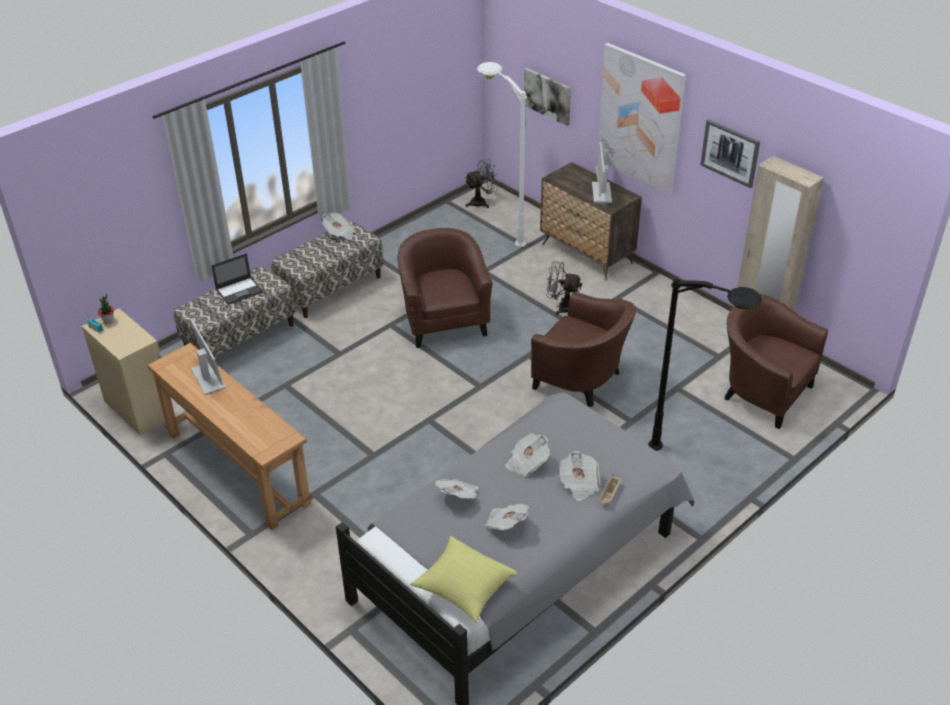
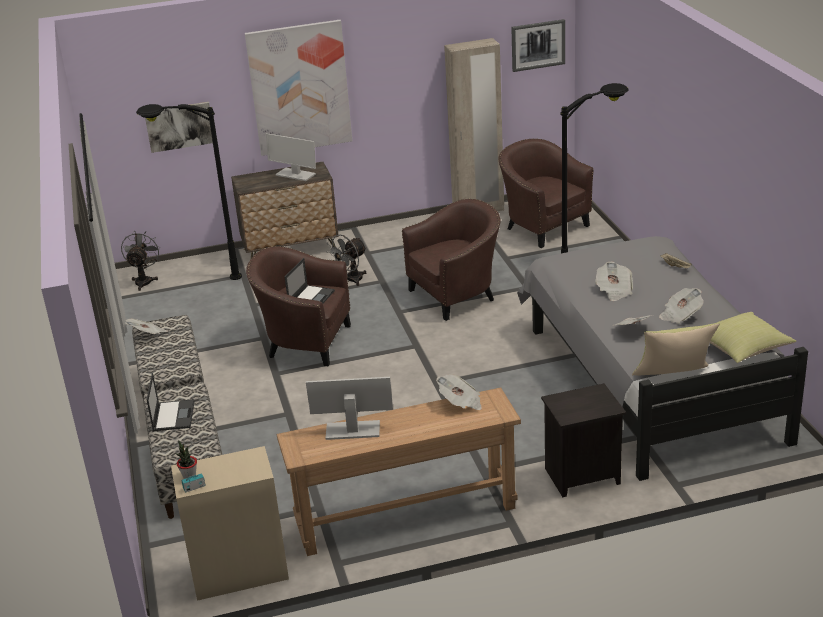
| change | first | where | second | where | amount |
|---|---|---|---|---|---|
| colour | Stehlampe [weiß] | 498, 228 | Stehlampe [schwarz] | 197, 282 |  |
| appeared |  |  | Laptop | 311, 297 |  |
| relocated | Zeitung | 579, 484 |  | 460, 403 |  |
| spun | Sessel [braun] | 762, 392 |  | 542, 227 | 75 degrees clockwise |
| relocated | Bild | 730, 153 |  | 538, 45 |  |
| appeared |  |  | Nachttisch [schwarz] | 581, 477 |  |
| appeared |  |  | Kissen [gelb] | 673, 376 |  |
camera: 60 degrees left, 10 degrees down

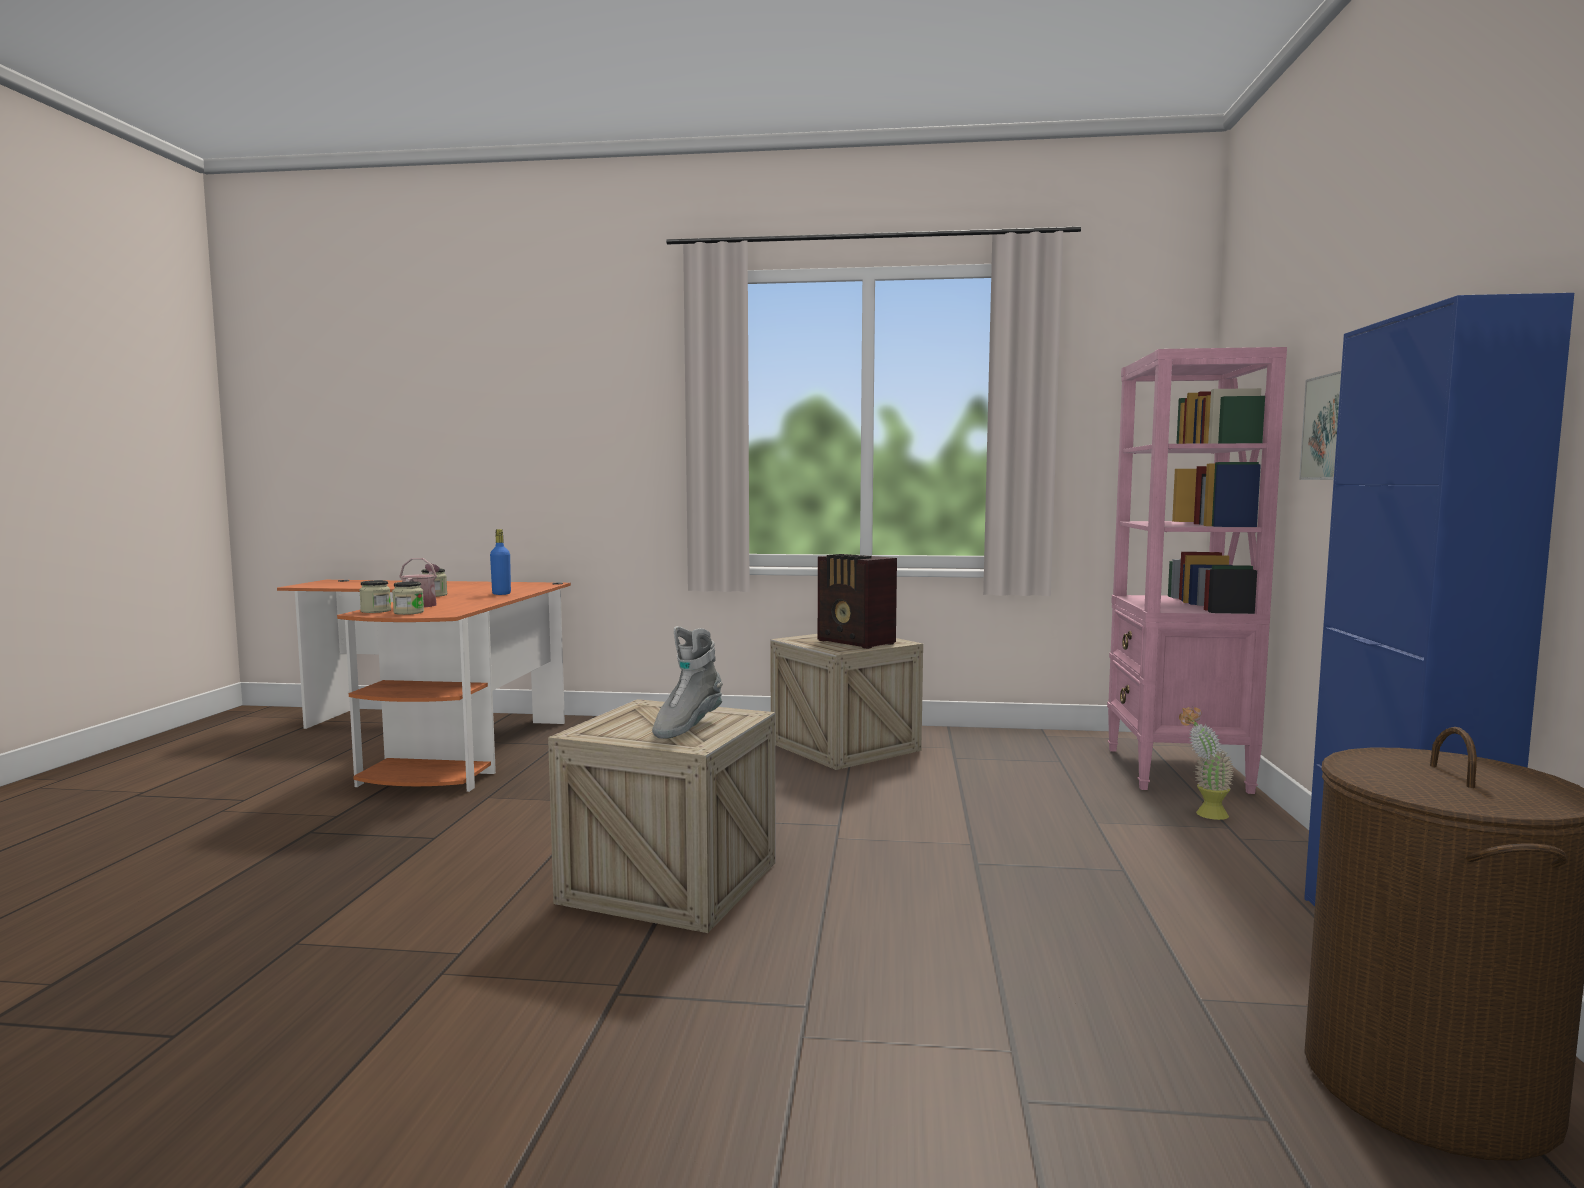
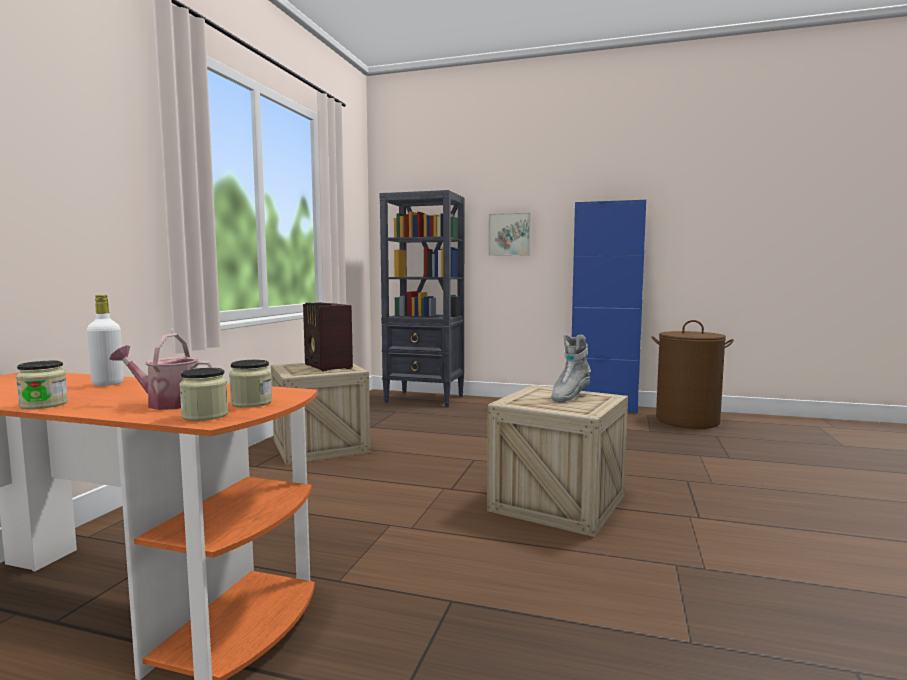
| change | first | where | second | where | amount |
|---|---|---|---|---|---|
| colour | Flasche [blau] | 501, 594 | Flasche [weiß] | 108, 384 |  |
| spun | Radio | 856, 642 |  | 327, 366 | 90 degrees clockwise |
| colour | Bücherregal [rosa] | 1176, 770 | Bücherregal [schwarz] | 425, 399 |  |
| spun | Stiefel [grau] | 686, 727 |  | 569, 397 | 90 degrees clockwise |
| missing | Topfpflanze | 1203, 813 |  |  |  |
camera: 80 degrees left, 0 degrees up

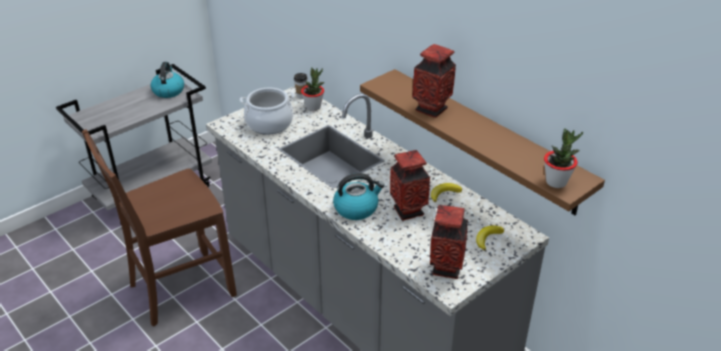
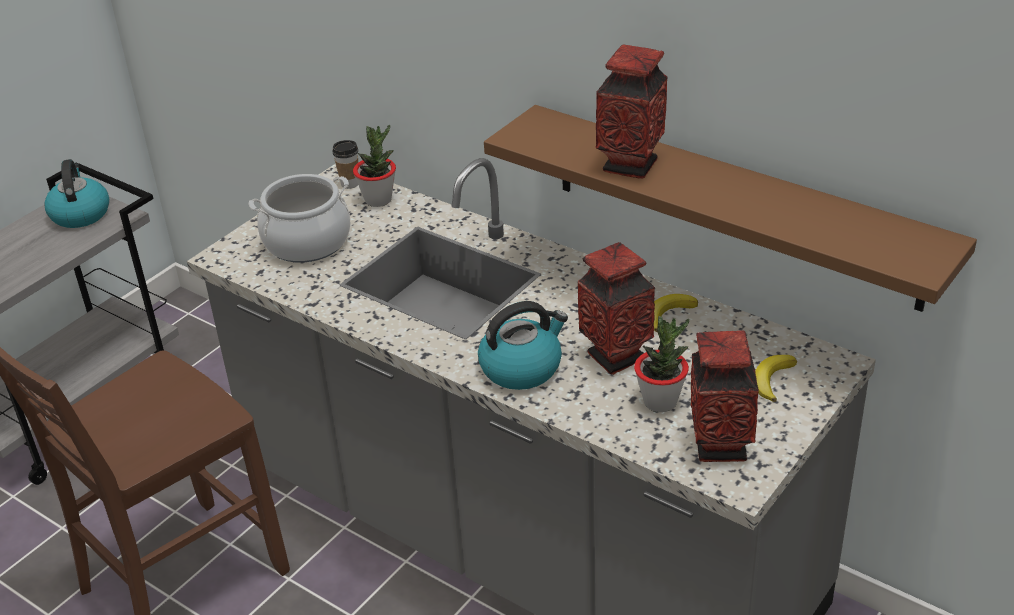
| change | first | where | second | where | amount |
|---|---|---|---|---|---|
| relocated | Topfpflanze | 556, 182 |  | 660, 401 |  |
camera: 10 degrees left, 0 degrees up

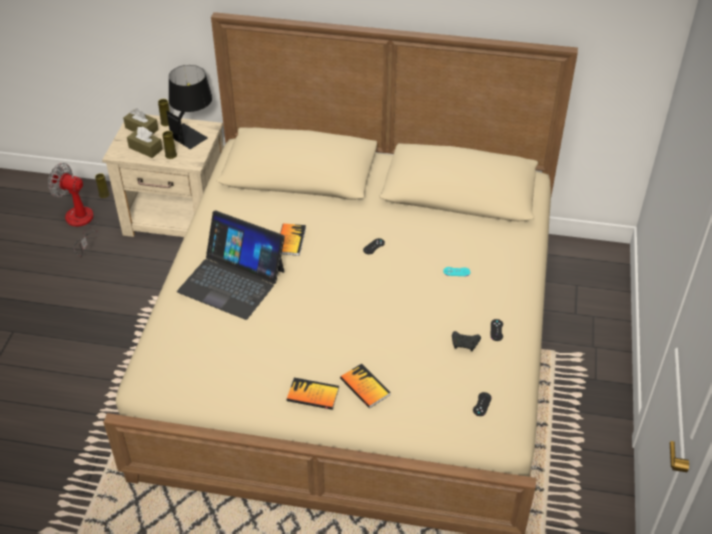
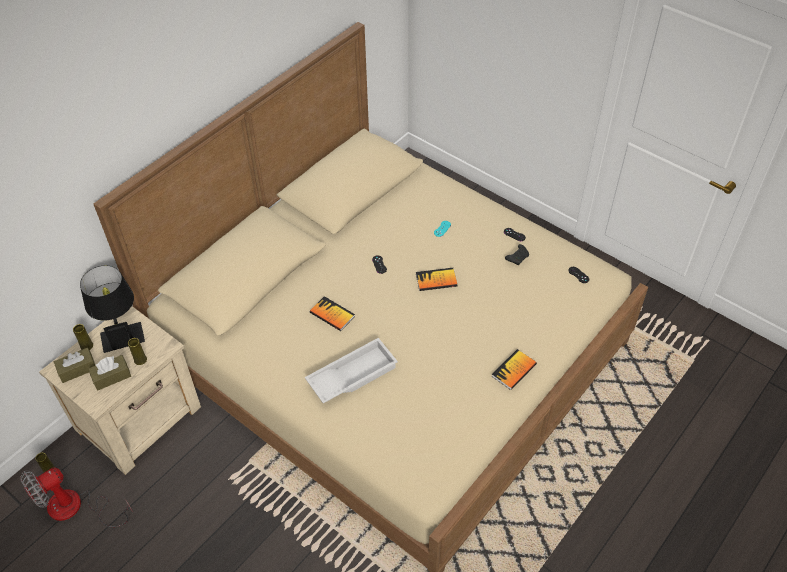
| change | first | where | second | where | amount |
|---|---|---|---|---|---|
| exchanged | Laptop | 232, 281 | Tablett [weiß] | 352, 374 |  |
| relocated | Buch | 365, 387 |  | 436, 280 |  |
camera: 60 degrees left, 5 degrees up

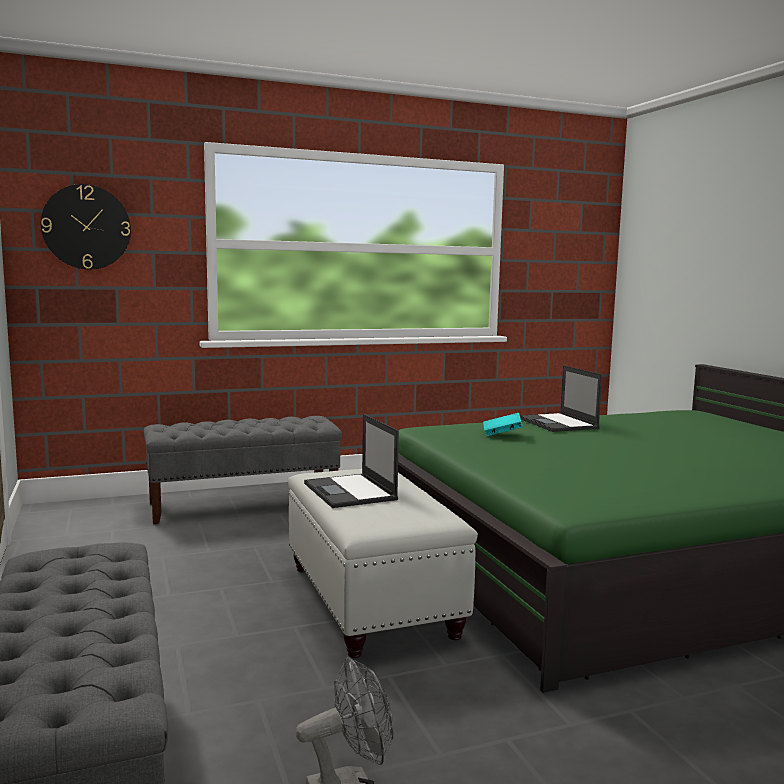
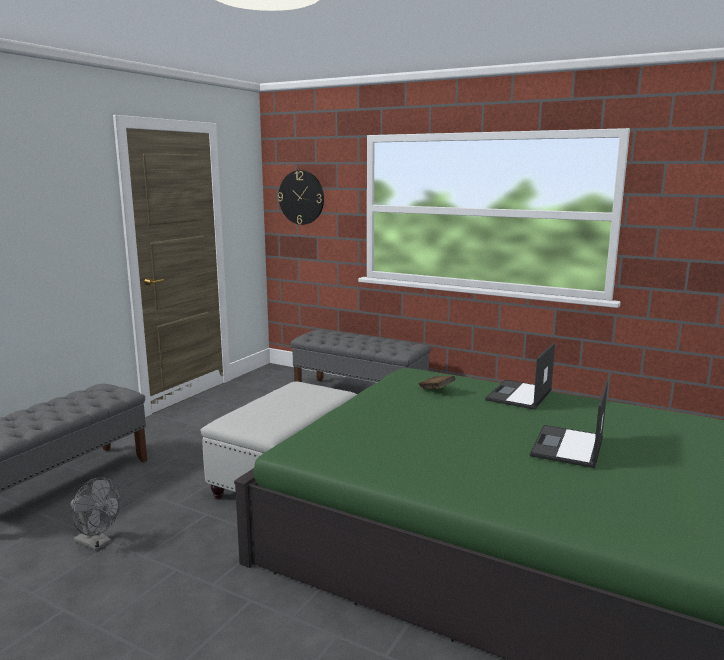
| change | first | where | second | where | amount |
|---|---|---|---|---|---|
| colour | Buch [türkis] | 502, 434 | Buch [braun] | 436, 390 |  |
| relocated | Laptop | 350, 492 |  | 567, 447 |  |
camera: 50 degrees right, 5 degrees up

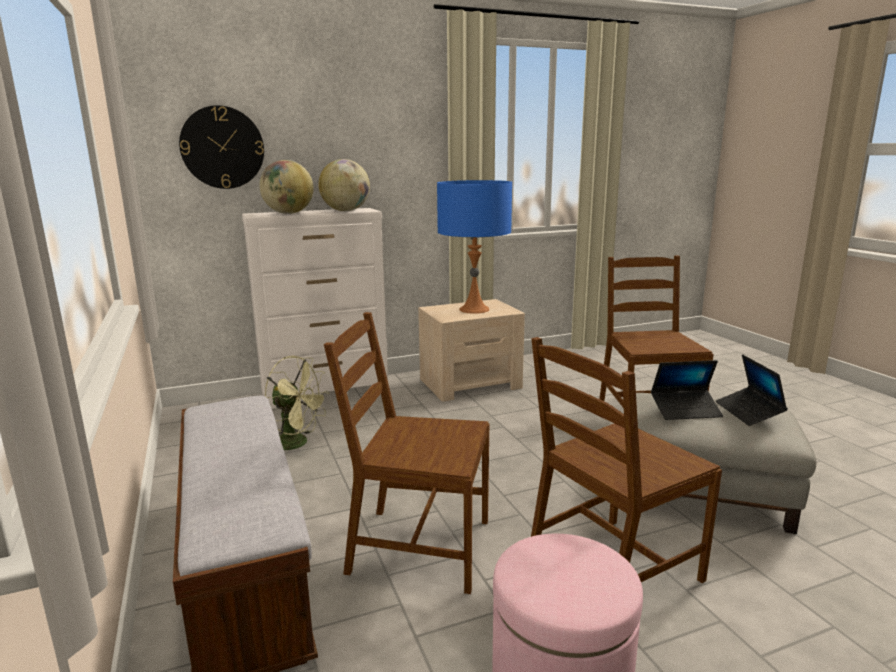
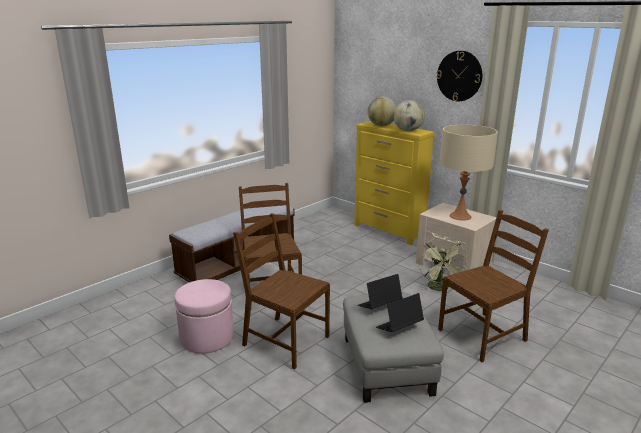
| change | first | where | second | where | amount |
|---|---|---|---|---|---|
| colour | Kommode [weiß] | 326, 392 | Kommode [gelb] | 389, 231 |  |
| spun | Laptop | 685, 410 |  | 379, 306 | 90 degrees clockwise |
| relocated | Ventilator [grün] | 297, 443 |  | 440, 288 |  |
| relocated | Wanduhr | 222, 147 |  | 459, 76 |  |
| colour | Tischlampe [blau] | 474, 309 | Tischlampe [beige] | 460, 216 |  |
camera: 65 degrees right, 5 degrees up

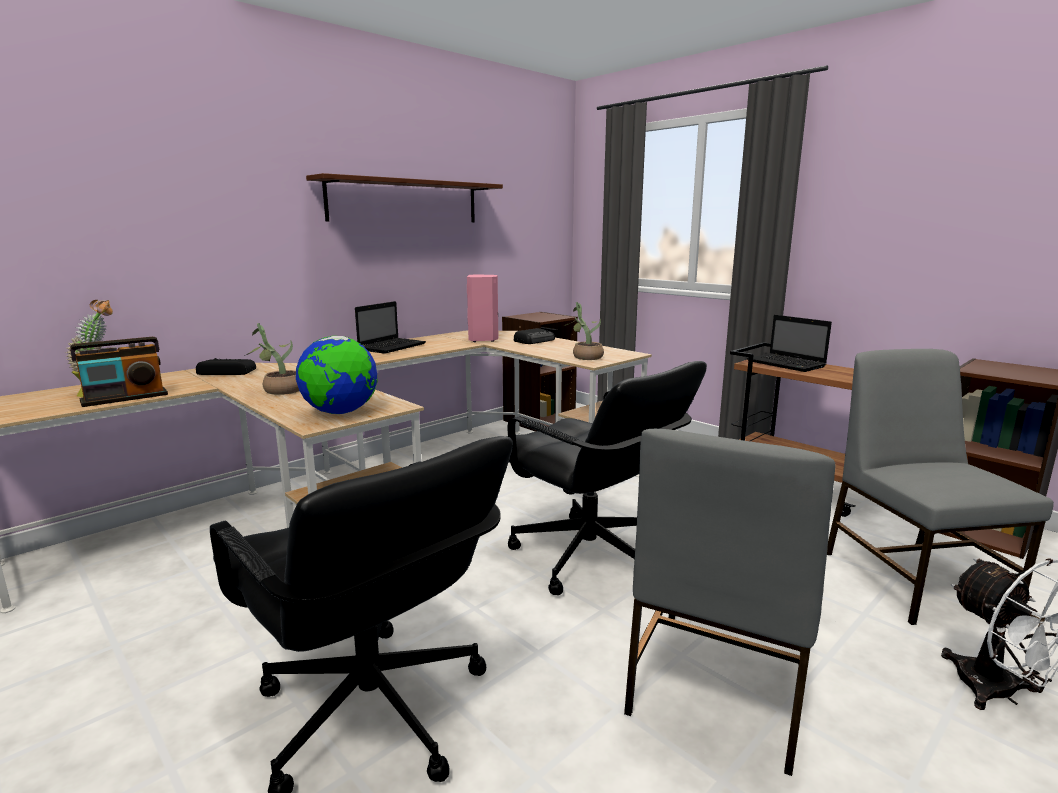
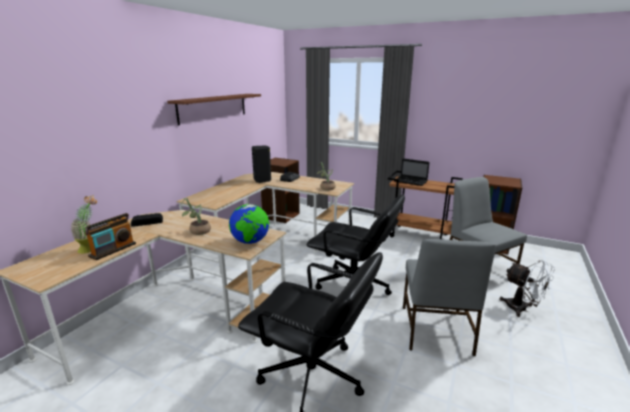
| change | first | where | second | where | amount |
|---|---|---|---|---|---|
| colour | Lautsprecher [rosa] | 483, 339 | Lautsprecher [schwarz] | 262, 180 |  |
| missing | Laptop | 392, 346 |  |  |  |
camera: 20 degrees left, 5 degrees up

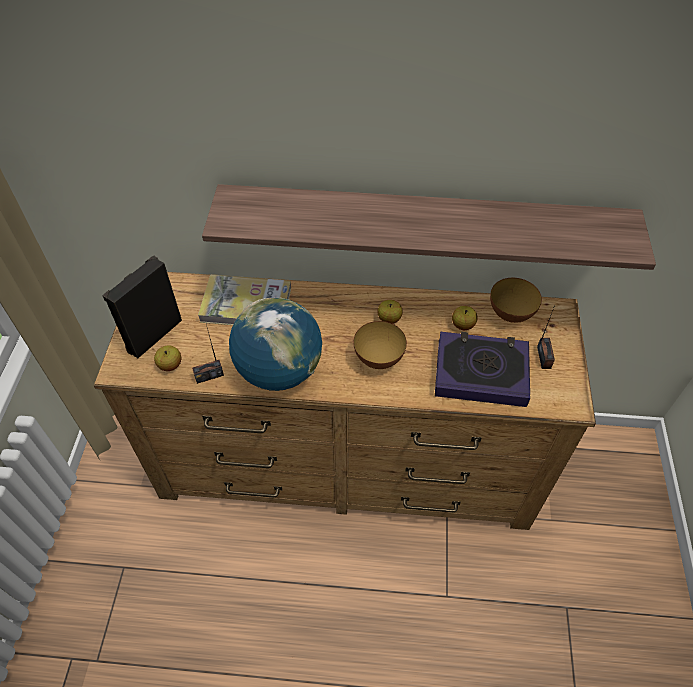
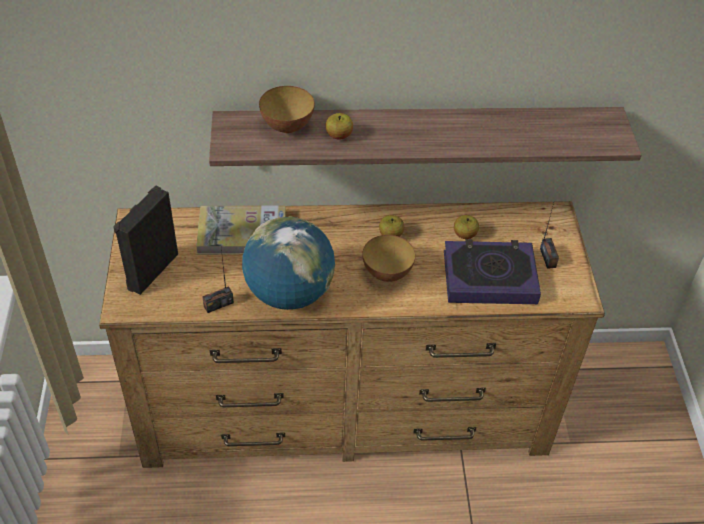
| change | first | where | second | where | amount |
|---|---|---|---|---|---|
| relocated | Schüssel | 510, 314 |  | 287, 127 |  |
| relocated | Apfel | 170, 365 |  | 339, 135 |  |
camera: 10 degrees left, 5 degrees down

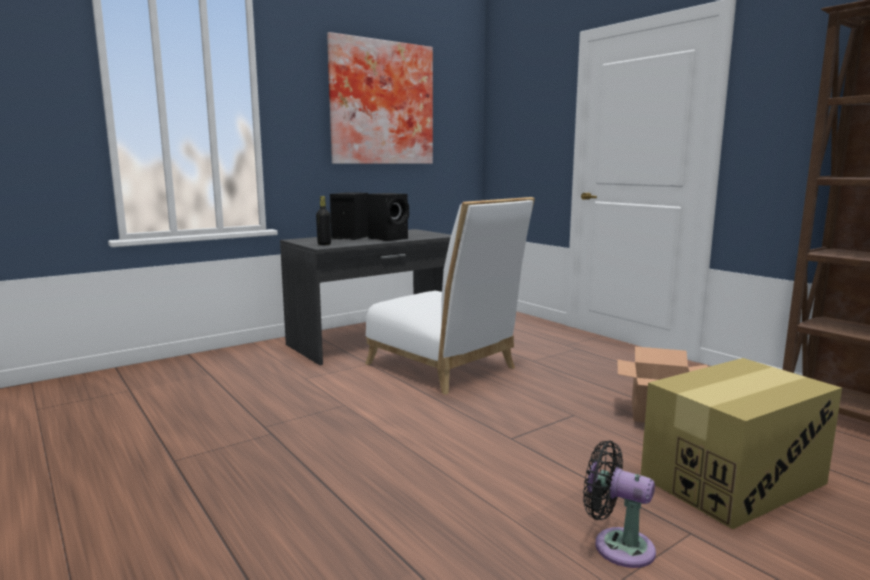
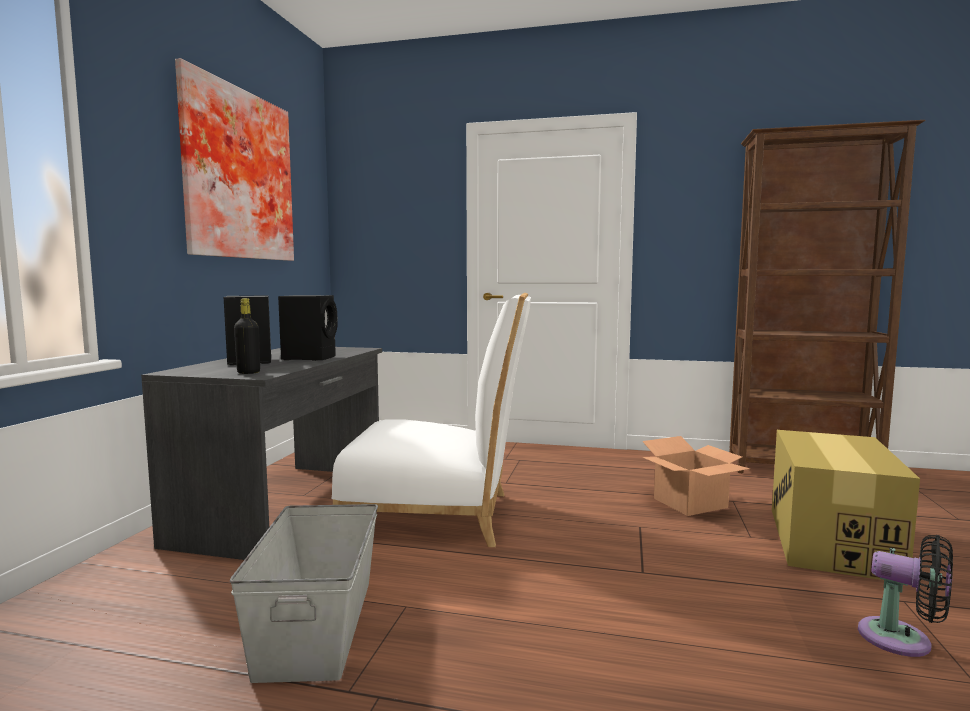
| change | first | where | second | where | amount |
|---|---|---|---|---|---|
| appeared |  |  | Aufbewahrungsbox [grau] | 316, 626 |  |
| spun | Ventilator [schwarz] | 617, 546 |  | 902, 640 | 135 degrees counterclockwise |
camera: 40 degrees left, 5 degrees down

